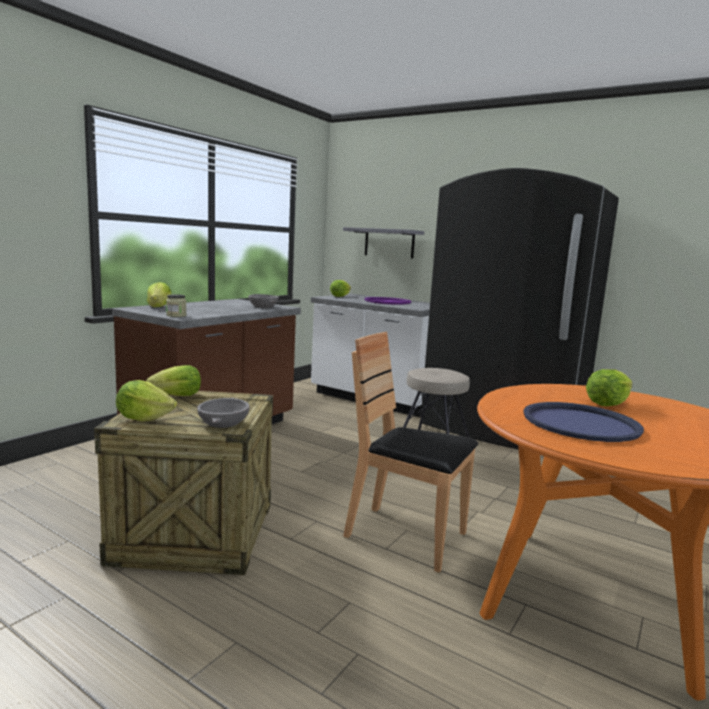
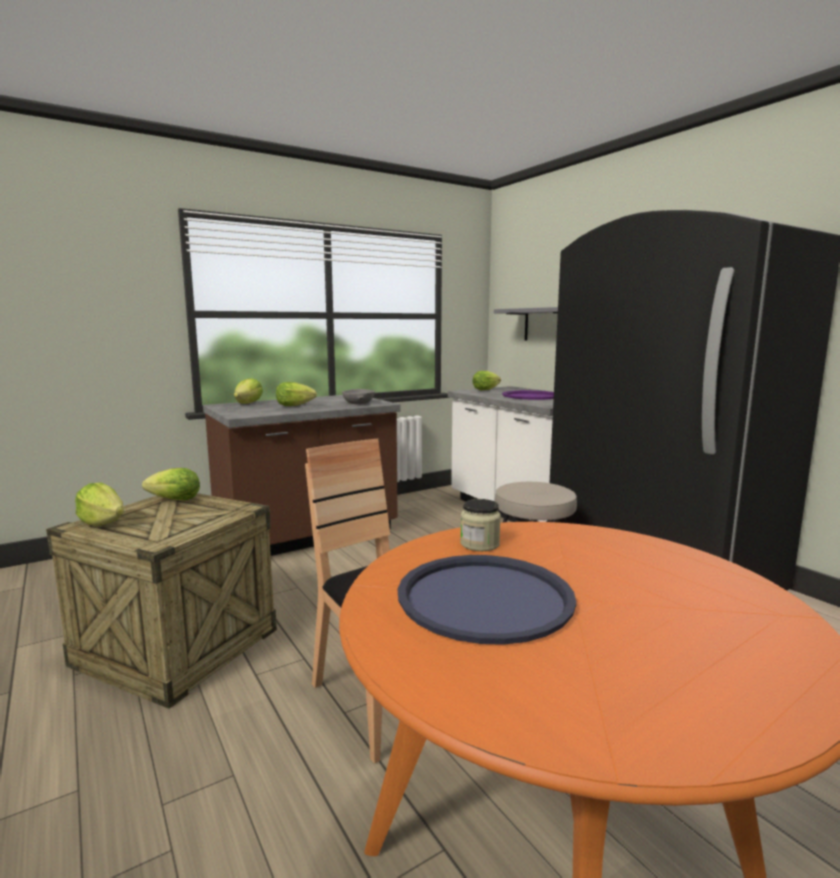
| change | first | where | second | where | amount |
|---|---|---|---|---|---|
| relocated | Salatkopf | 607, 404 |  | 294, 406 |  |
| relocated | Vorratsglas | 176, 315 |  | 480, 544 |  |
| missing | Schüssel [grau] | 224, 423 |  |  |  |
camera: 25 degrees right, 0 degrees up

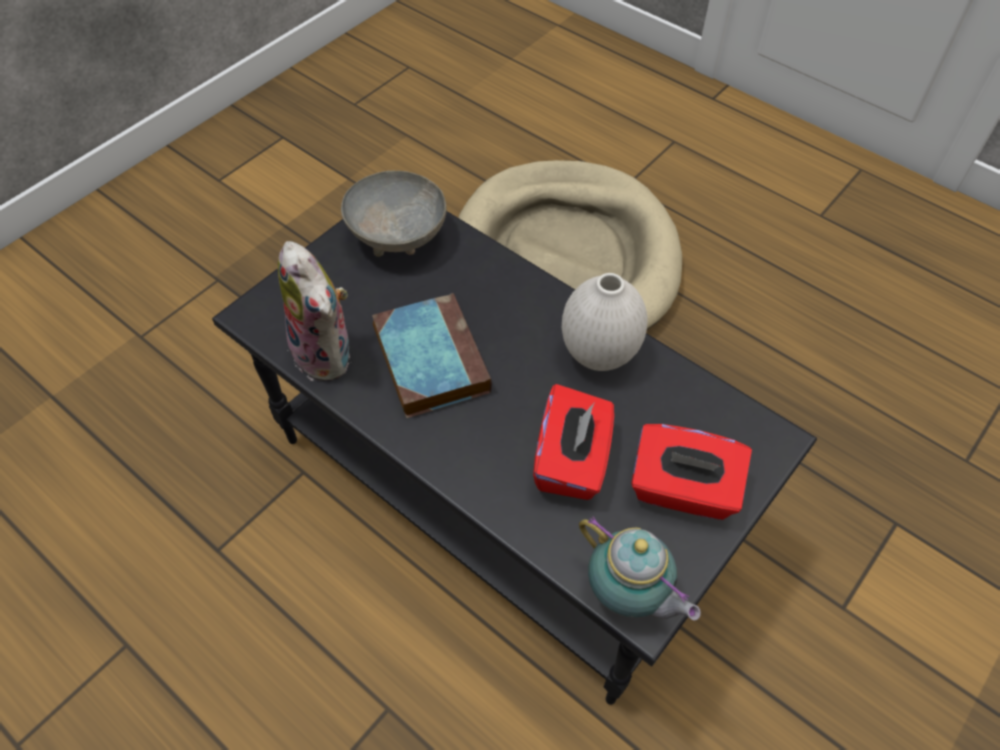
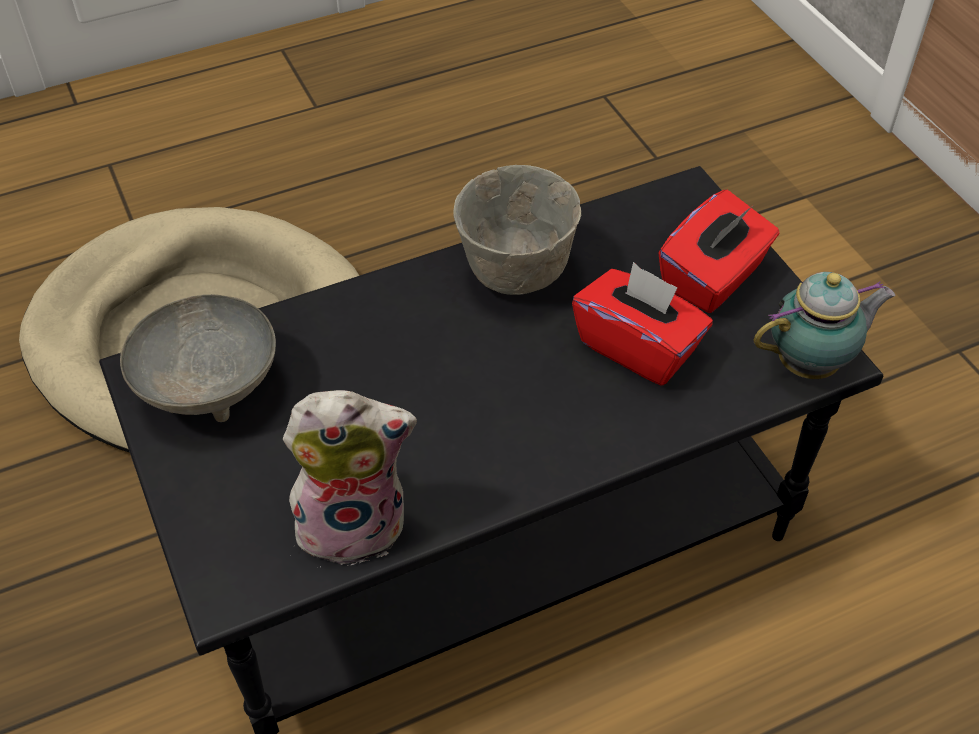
| change | first | where | second | where | amount |
|---|---|---|---|---|---|
| exchanged | Vase [weiß] | 599, 356 | Schüssel [grau] | 517, 274 |  |
| missing | Buch | 429, 358 |  |  |  |
camera: 65 degrees left, 5 degrees down

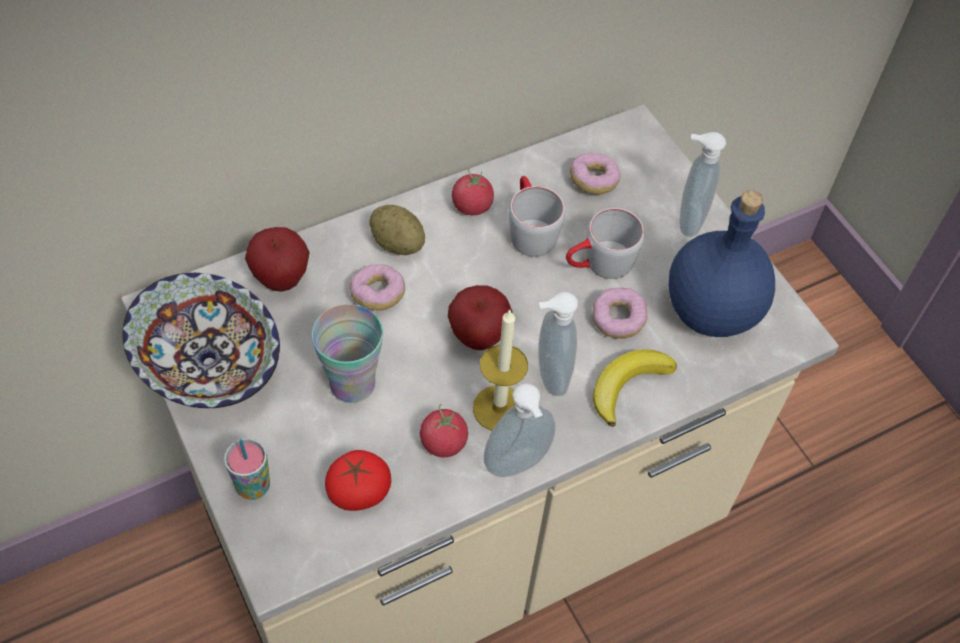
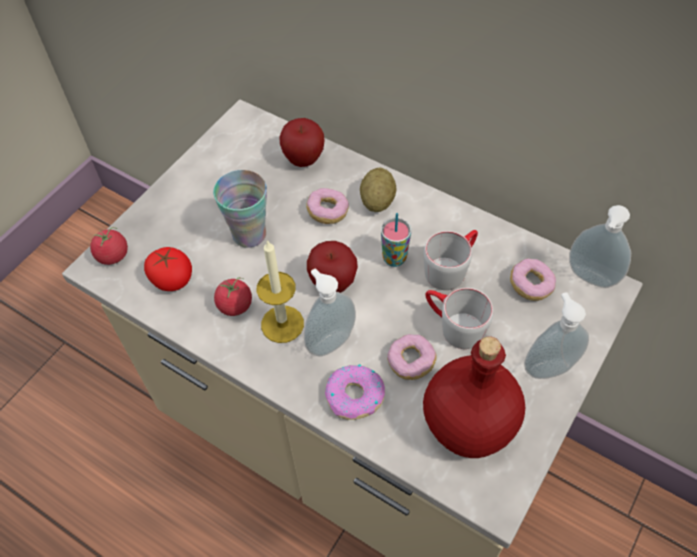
| change | first | where | second | where | amount |
|---|---|---|---|---|---|
| relocated | Tomate | 472, 206 |  | 113, 255 |  |
| exchanged | Banane | 627, 386 | Donut | 355, 396 |  |
| relocated | Tasse | 253, 487 |  | 394, 258 |  |
| colour | Flasche [blau] | 711, 313 | Flasche [rot] | 466, 425 |  |
| relocated | Seifenspender | 518, 466 |  | 589, 279 |  |
| missing | Schüssel | 210, 362 |  |  |  |
camera: 65 degrees right, 0 degrees up

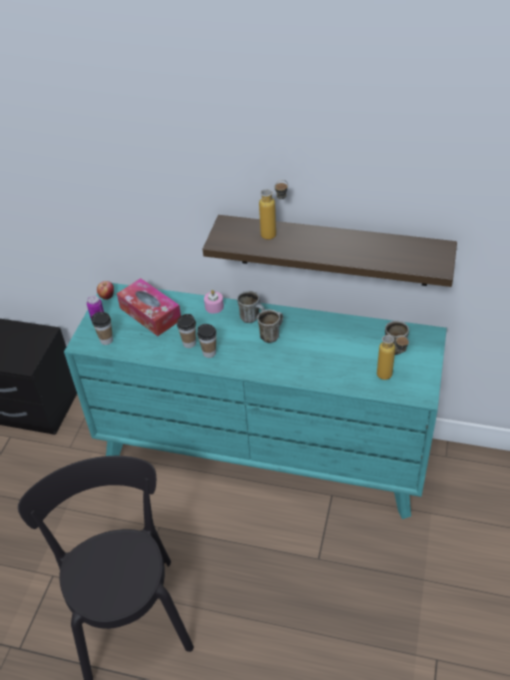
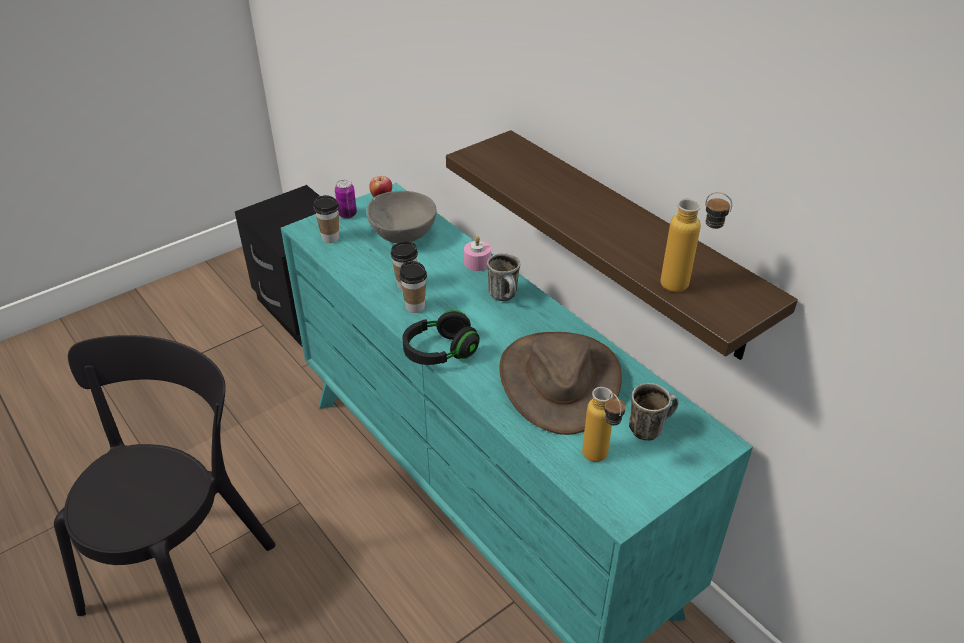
| change | first | where | second | where | amount |
|---|---|---|---|---|---|
| exchanged | Taschentuchbox | 150, 314 | Schüssel [grau] | 403, 235 |  |
| appeared |  |  | Kopfhörer [schwarz] | 440, 352 |  |
| appeared |  |  | Hut [braun] | 558, 381 |  |
| relocated | Flasche | 275, 234 |  | 686, 288 |  |
| missing | Henkelbecher | 271, 335 |  |  |  |
camera: 35 degrees right, 5 degrees down

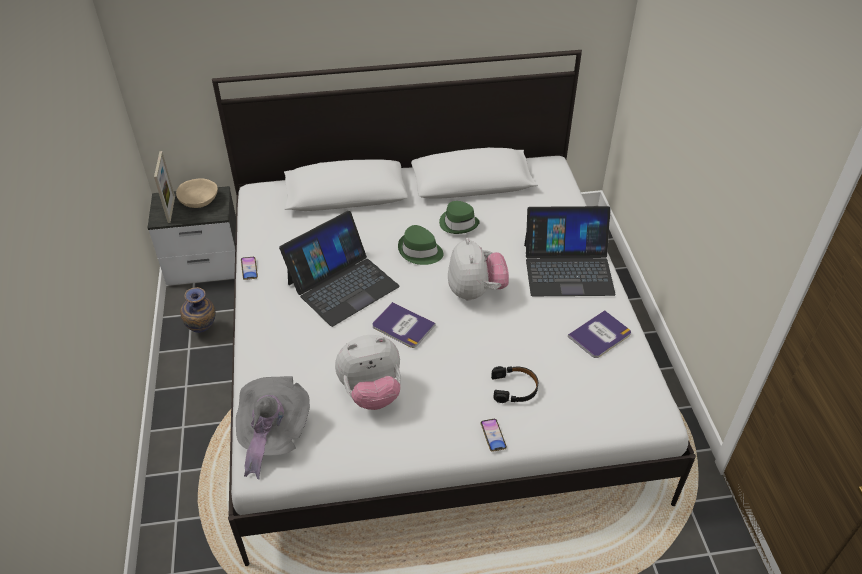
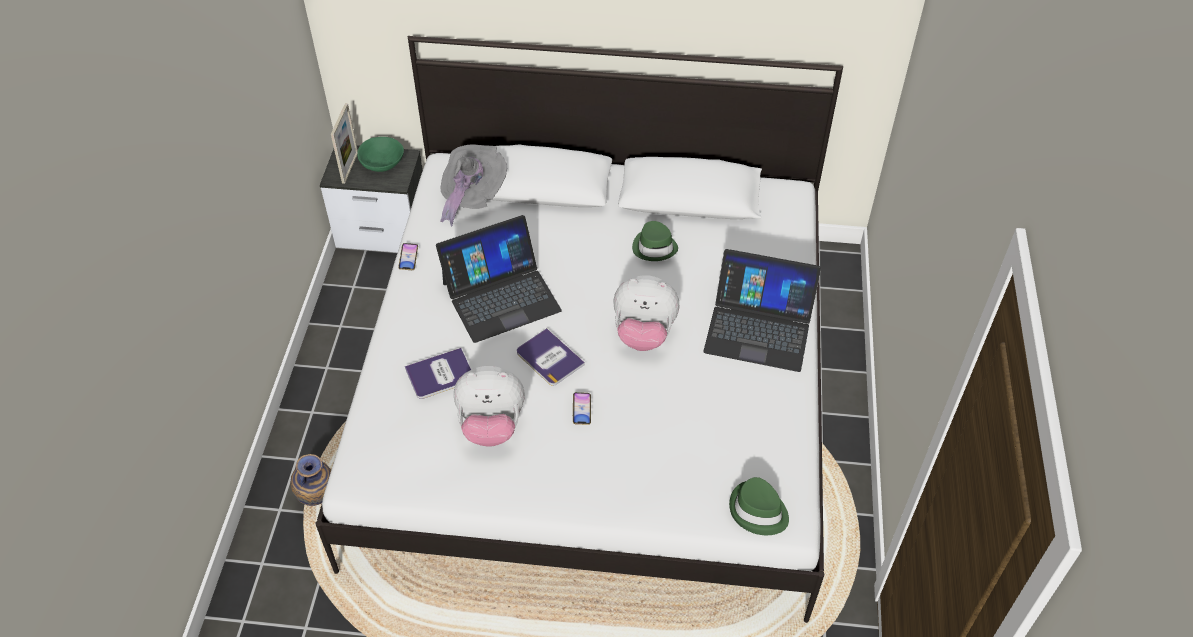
| change | first | where | second | where | amount |
|---|---|---|---|---|---|
| relocated | Vase | 203, 331 |  | 319, 501 |  |
| colour | Schüssel [beige] | 199, 201 | Schüssel [grün] | 382, 162 |  |
| relocated | Buch | 600, 335 |  | 440, 374 |  |
| relocated | Hut [grau] | 272, 435 |  | 472, 196 |  |
| relocated | Handy | 493, 436 |  | 581, 410 |  |
| spun | Plüschtier | 476, 291 |  | 644, 334 | 90 degrees clockwise |
| relocated | Hut [grün] | 420, 251 |  | 758, 511 |  |
| missing | Kopfhörer [schwarz] | 514, 388 |  |  |  |
camera: 15 degrees right, 5 degrees up

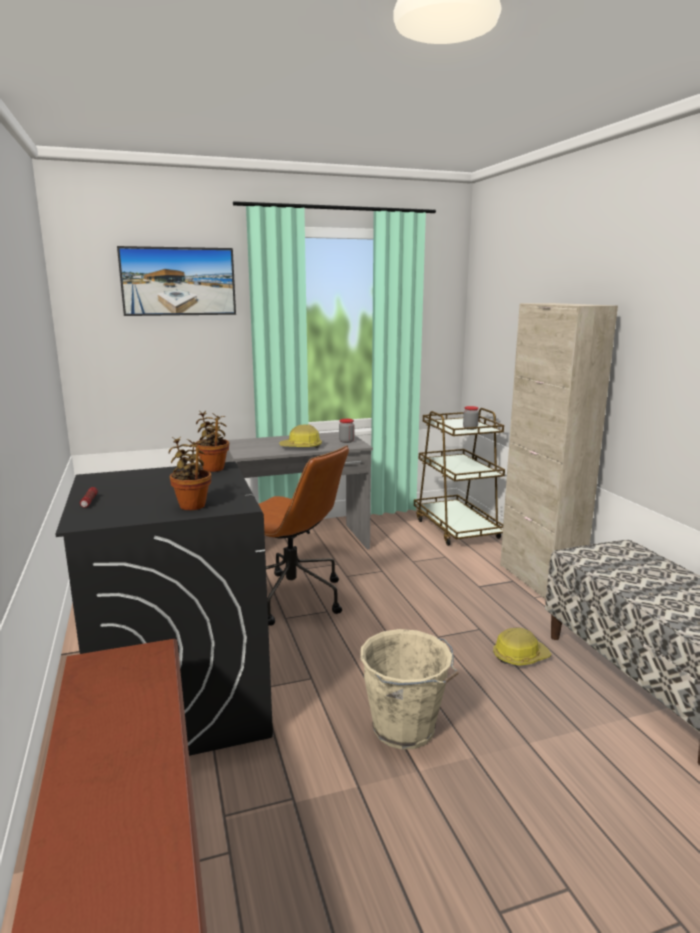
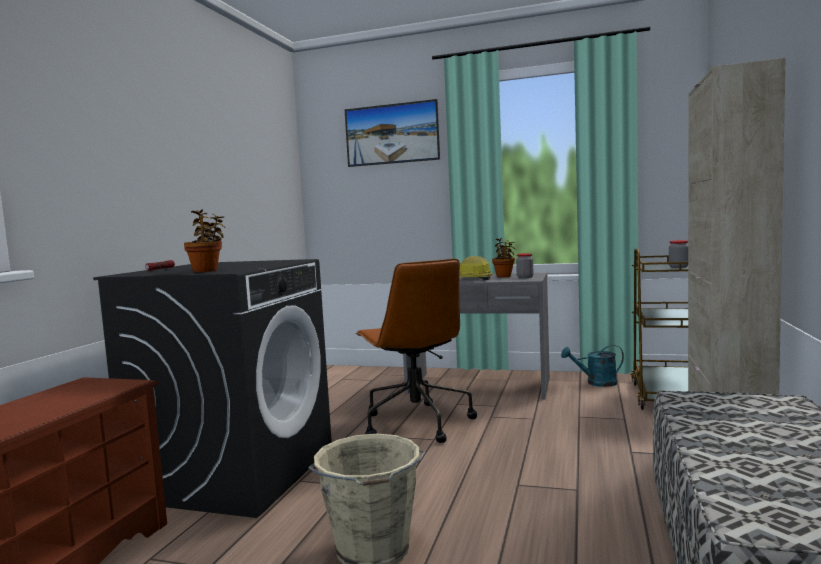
| change | first | where | second | where | amount |
|---|---|---|---|---|---|
| relocated | Topfpflanze | 213, 468 |  | 504, 276 |  |
| appeared |  |  | Gießkanne [türkis] | 596, 383 |  |
| missing | Schutzhelm | 519, 656 |  |  |  |
camera: 35 degrees right, 10 degrees down

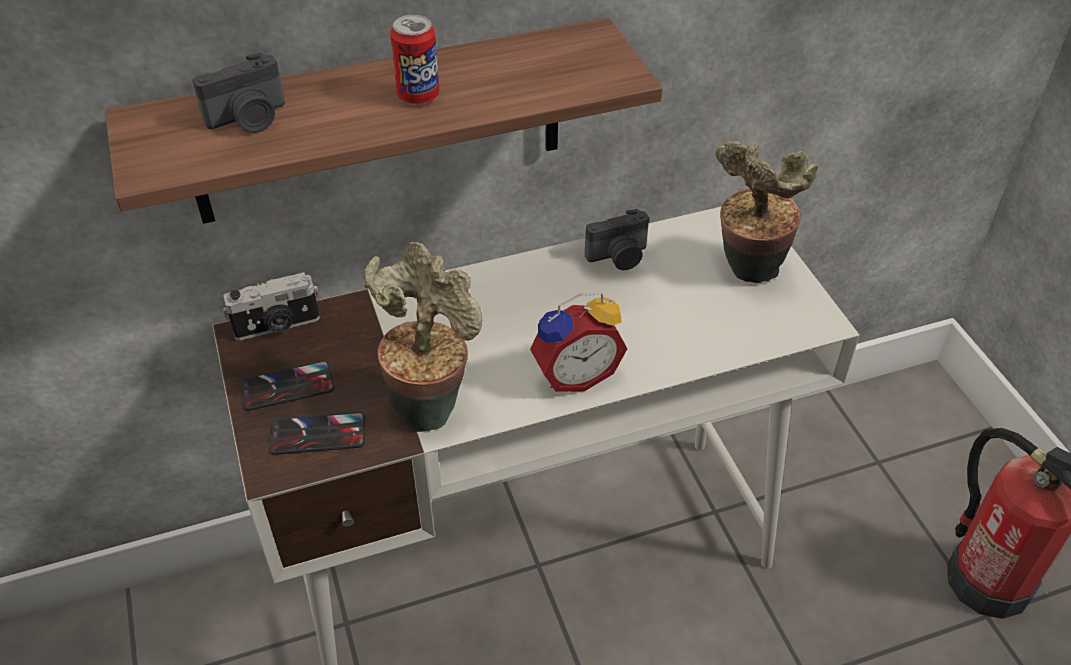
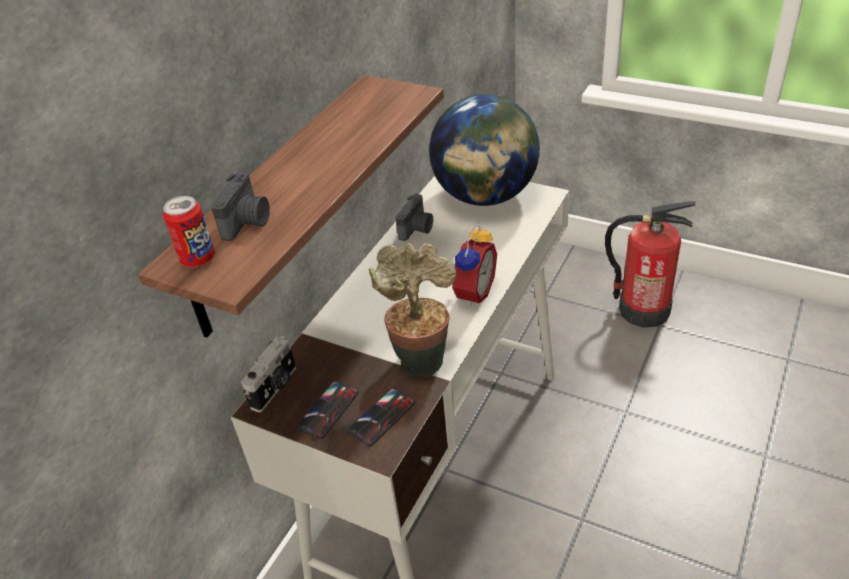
| change | first | where | second | where | amount |
|---|---|---|---|---|---|
| relocated | Dose | 418, 96 |  | 198, 259 |  |
| exchanged | Topfpflanze | 747, 271 | Globus | 485, 196 |  |
camera: 40 degrees left, 5 degrees down

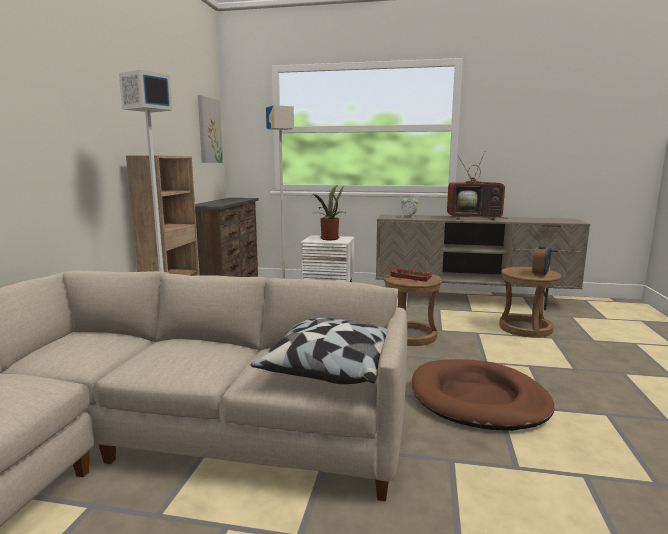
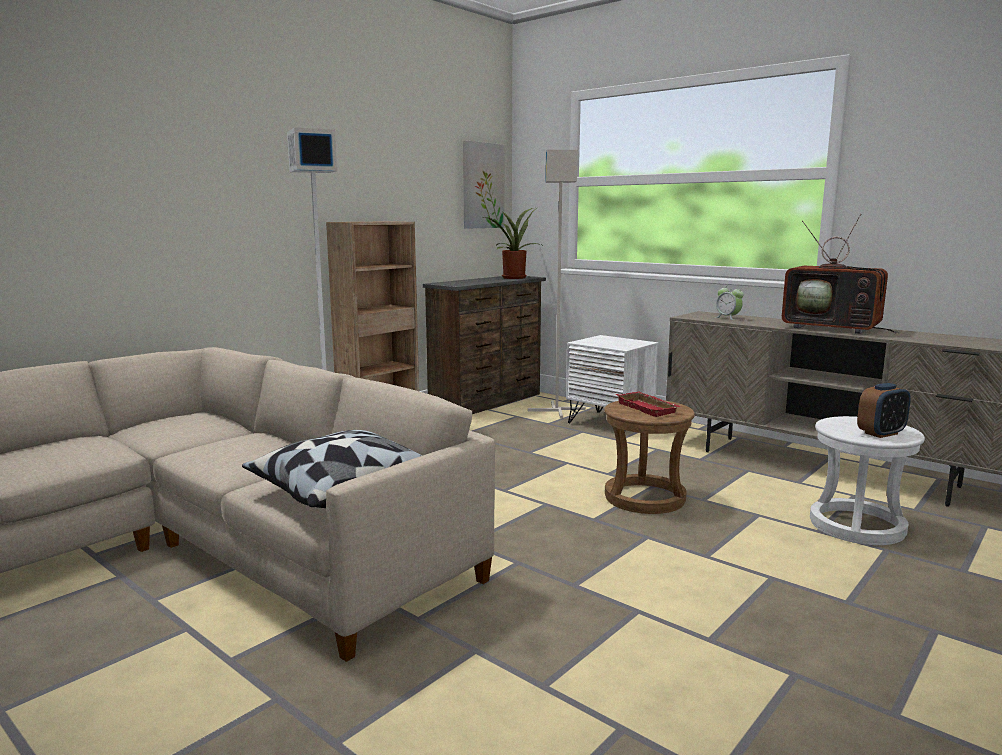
| change | first | where | second | where | amount |
|---|---|---|---|---|---|
| relocated | Topfpflanze | 328, 238 |  | 513, 277 |  |
| colour | Hocker [braun] | 525, 328 | Hocker [weiß] | 856, 525 |  |
| missing | Hundebett [braun] | 478, 399 |  |  |  |
camera: 30 degrees right, 0 degrees up

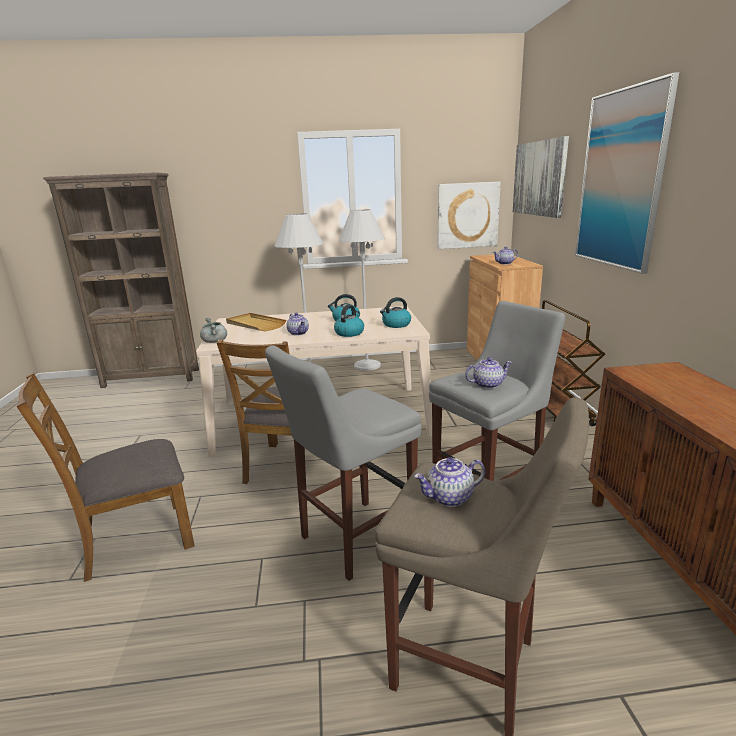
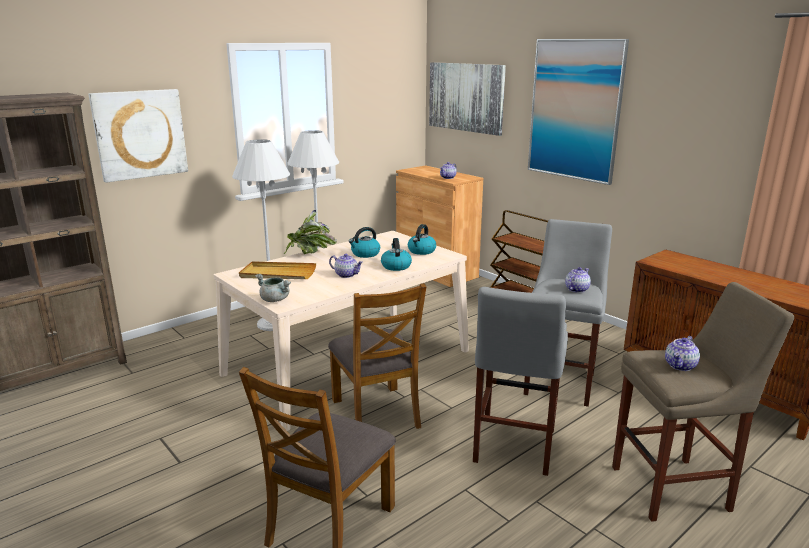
| change | first | where | second | where | amount |
|---|---|---|---|---|---|
| relocated | Bild | 467, 215 |  | 140, 134 |  |
| appeared |  |  | Topfpflanze | 310, 255 |  |
camera: 35 degrees left, 0 degrees up

